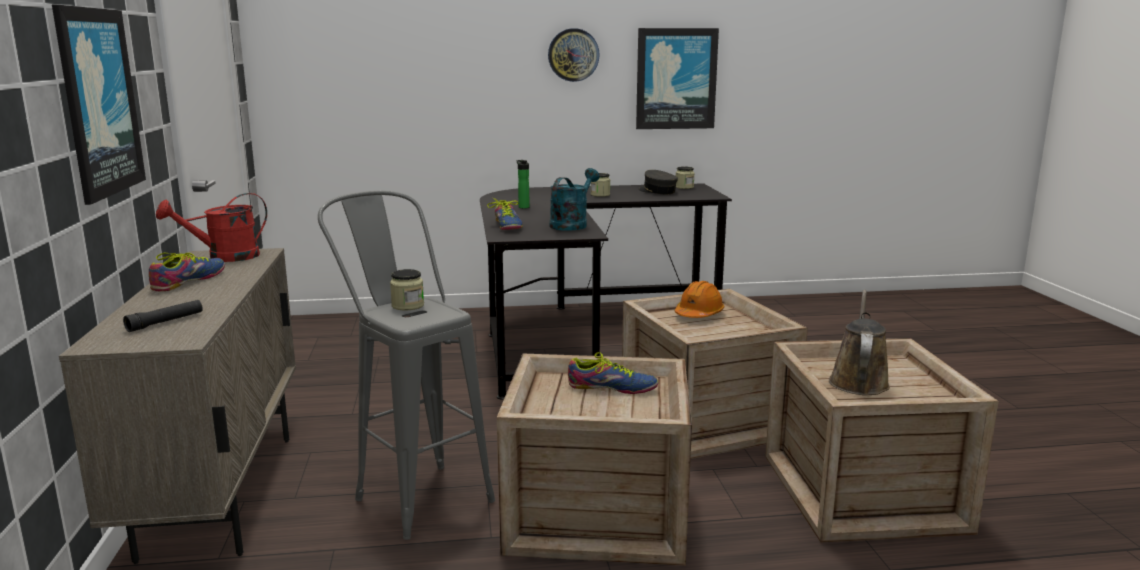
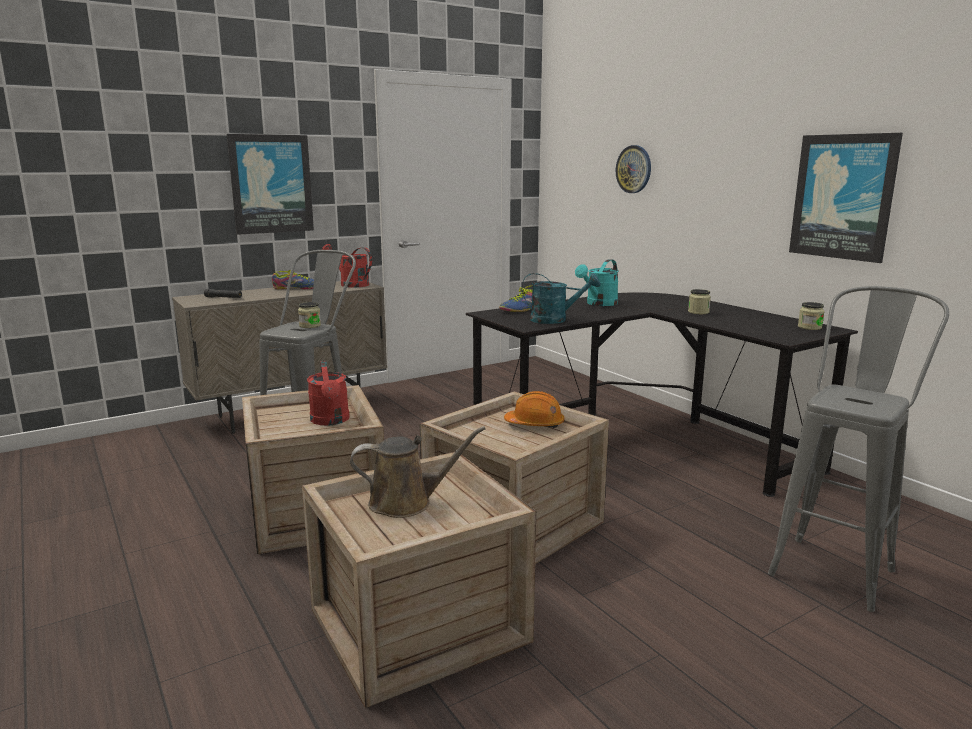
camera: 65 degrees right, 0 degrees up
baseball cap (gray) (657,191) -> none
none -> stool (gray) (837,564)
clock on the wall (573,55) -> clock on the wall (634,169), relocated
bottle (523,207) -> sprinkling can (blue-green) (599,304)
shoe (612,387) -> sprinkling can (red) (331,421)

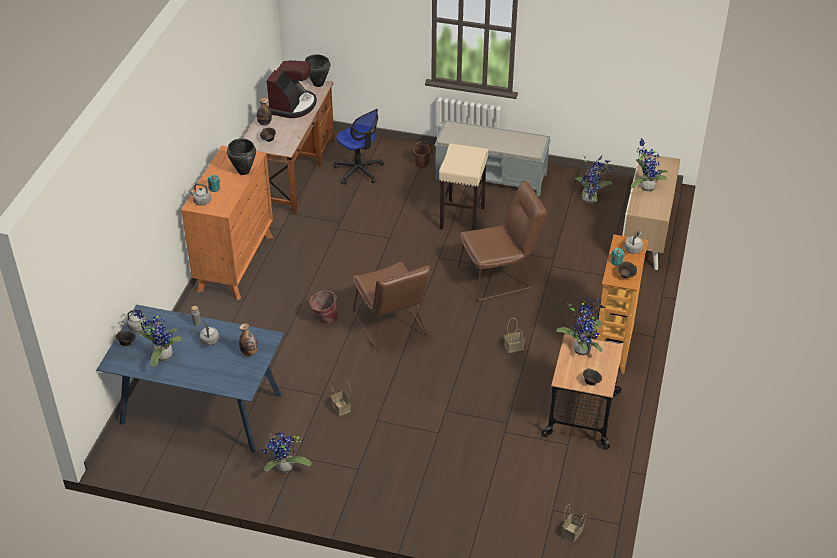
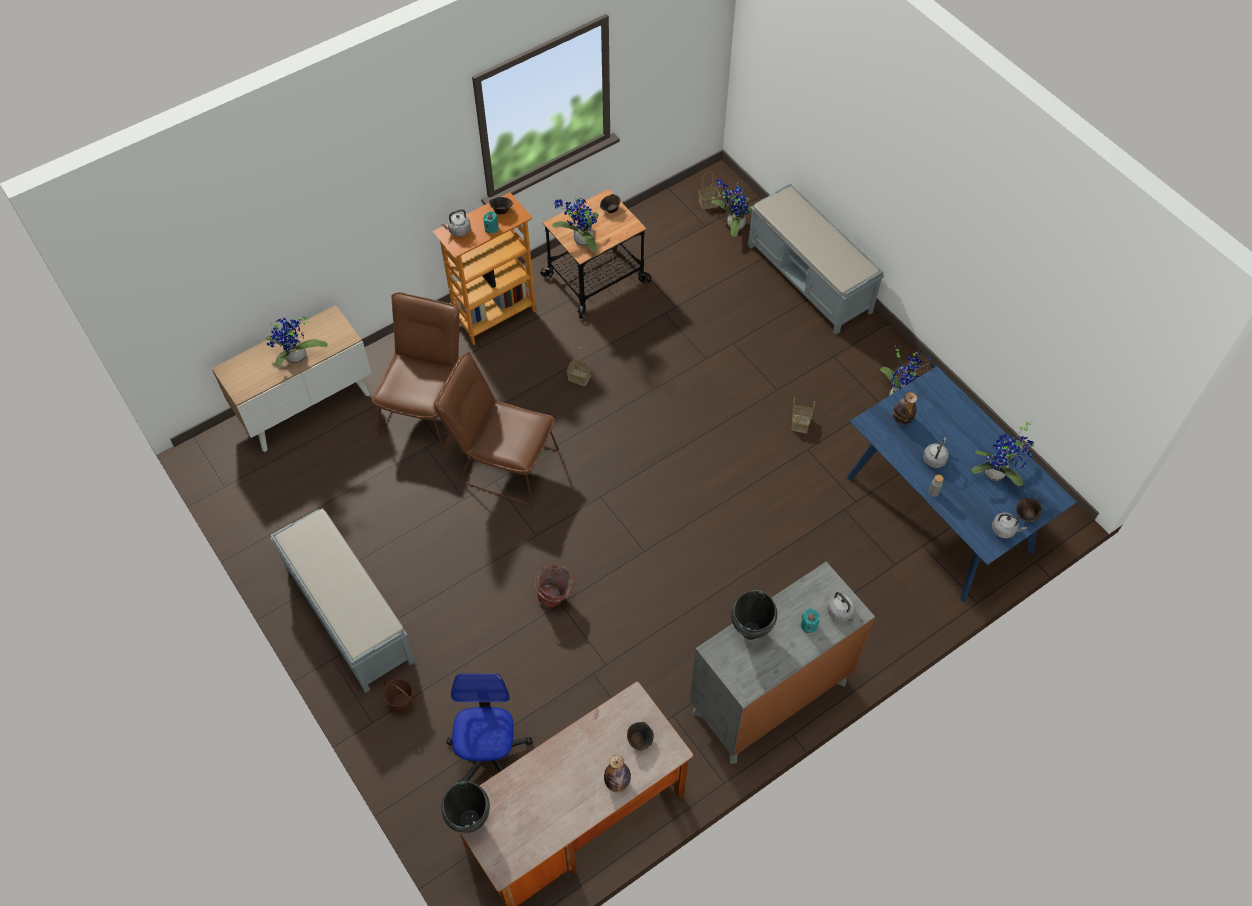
camera: 140 degrees left, 15 degrees up
coffee brewer (293,105) -> none
stool (beige) (462,218) -> none
none -> indoor bench (gray) (810,279)
water bucket (324,319) -> water bucket (555,599), relocated
plain chair (brown-coloured) (392,327) -> plain chair (brown-coloured) (428,407), relocated
plant in a pot (590,199) -> plant in a pot (733,225), relocated
chest of drawers (orange-coloured) (235,263) -> chest of drawers (gray) (769,697)

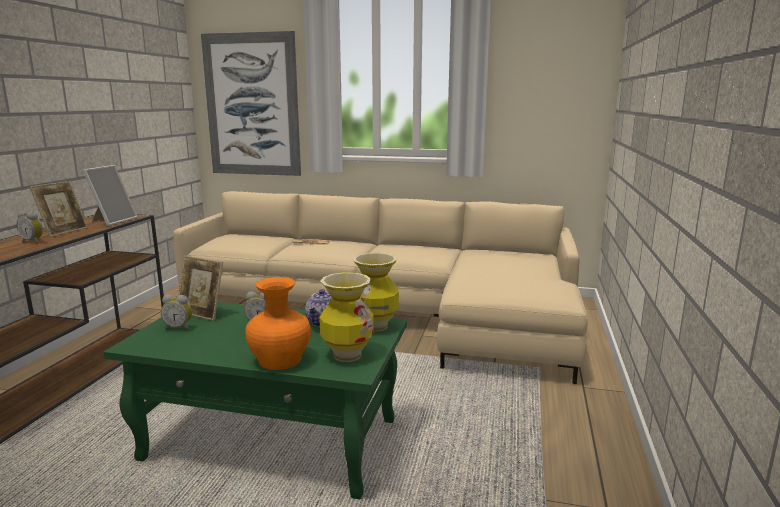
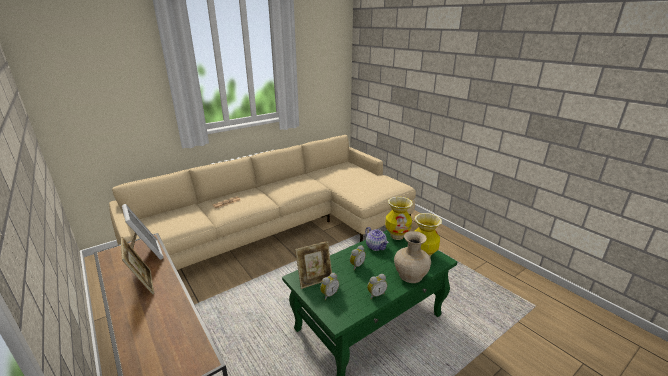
camera: 50 degrees left, 10 degrees up
wall picture (252,105) -> none
alarm clock (34,241) -> alarm clock (376,294), relocated
flower vase (orange-coloured) (281,360) -> flower vase (beige) (410,275)

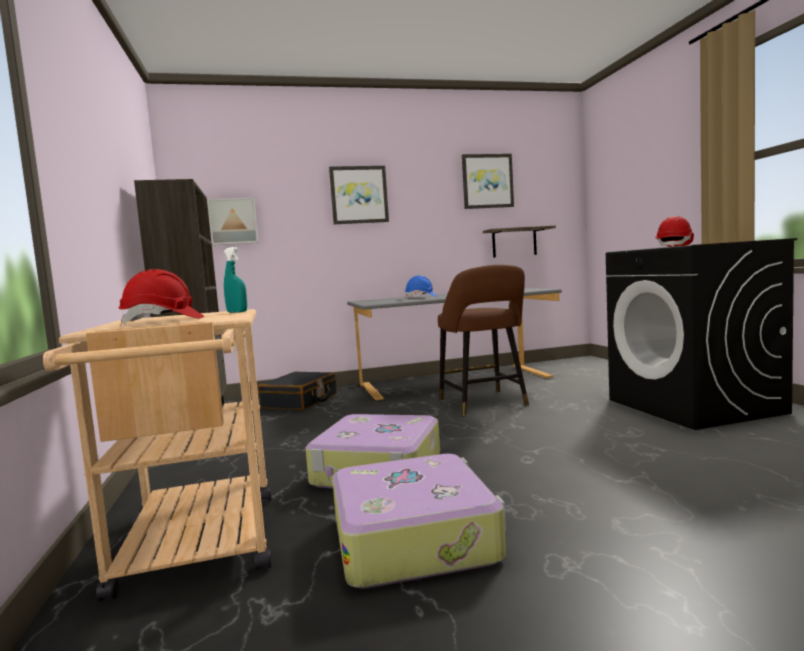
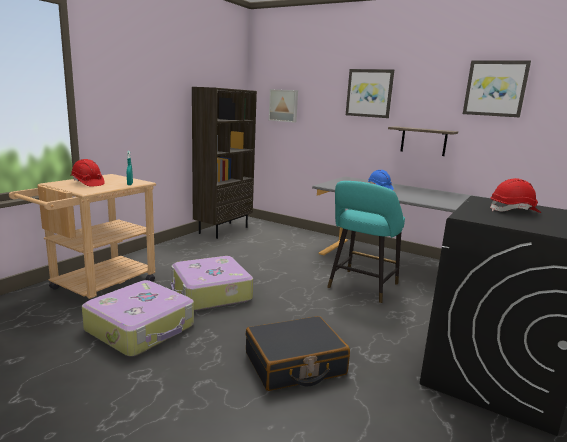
camera: 45 degrees right, 10 degrees up
piece of luggage (blackish) (300,401) -> piece of luggage (blackish) (295,364), relocated
shelf (514,242) -> shelf (423,141), relocated
stool (brown-coloured) (484,404) -> stool (blue-green) (361,287)

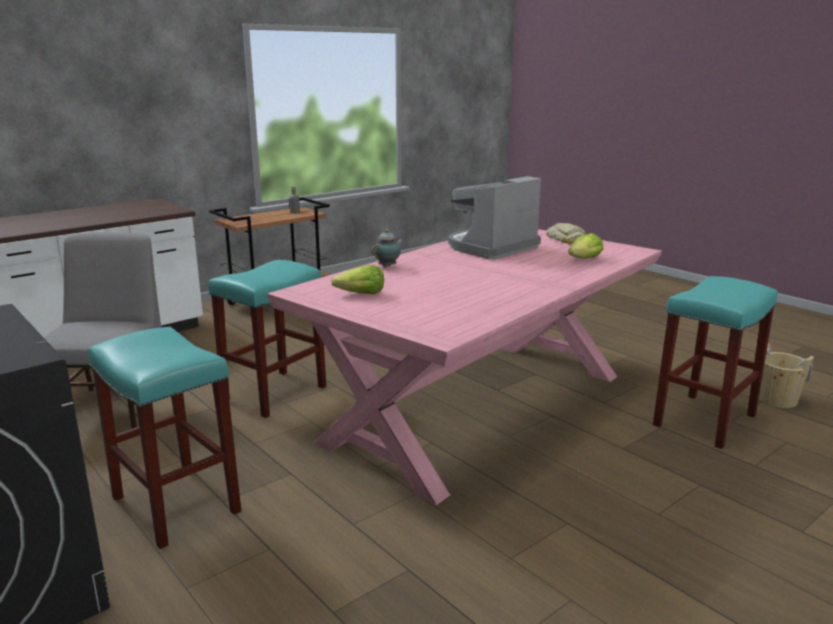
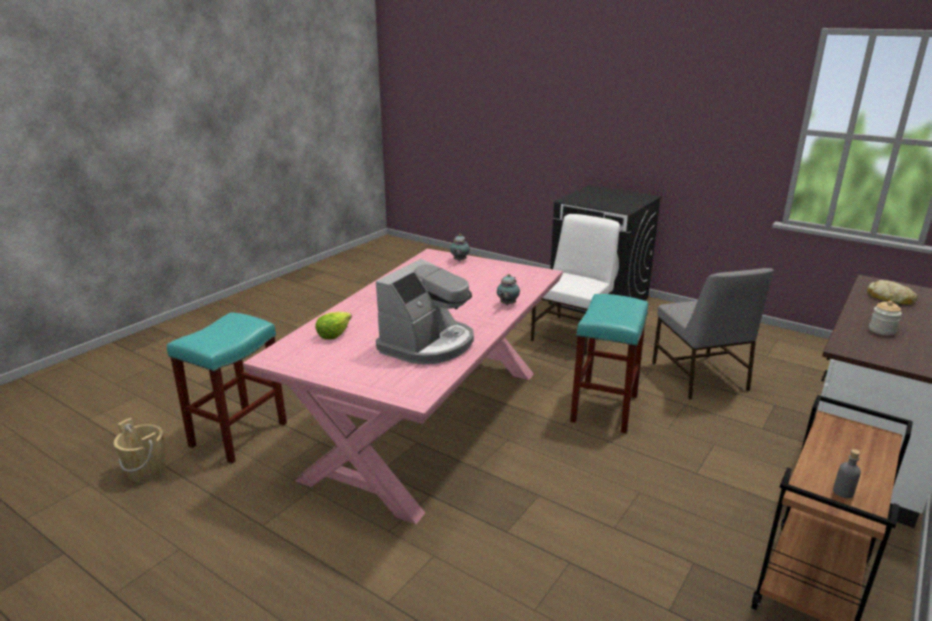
camera: 165 degrees right, 5 degrees up
lettuce (361,294) -> none
none -> pot for tea (459,260)
none -> jar (882,330)
bread (565,239) -> bread (890,298), relocated
stool (blue-green) (174,504) -> plain chair (white) (572,334)

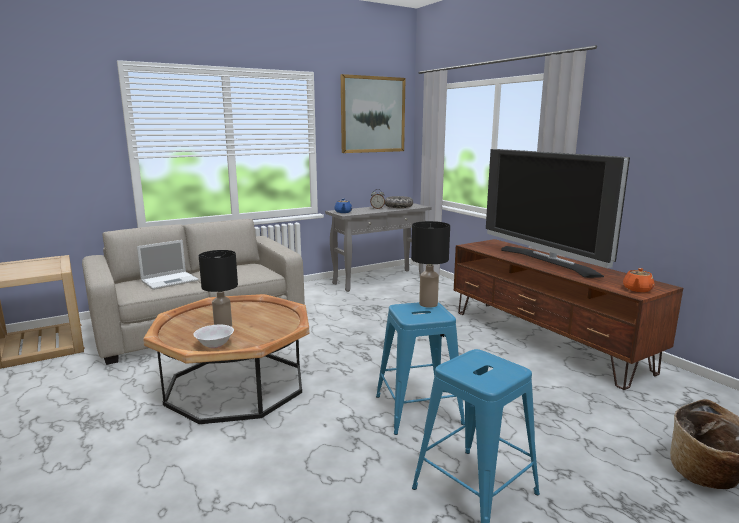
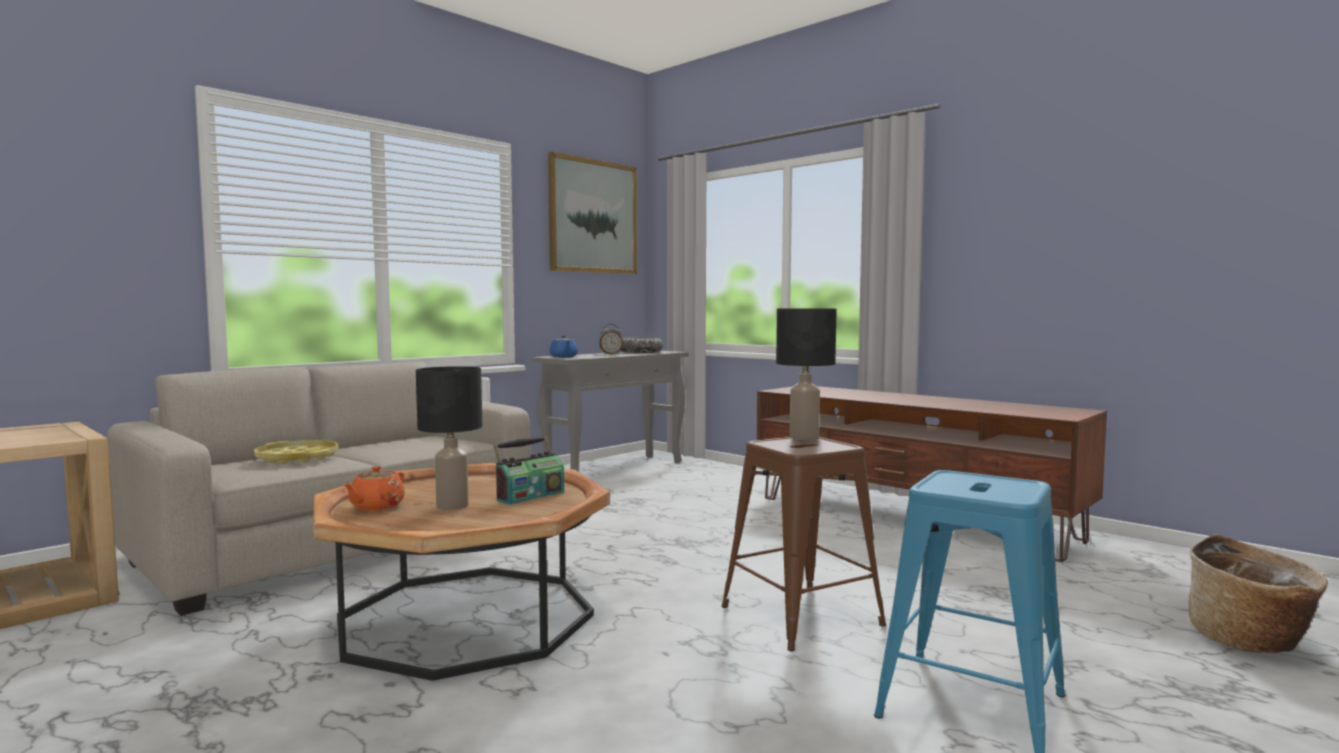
camera: 15 degrees left, 10 degrees down
serving bowl (white) (215,345) -> none
television (547,261) -> none
none -> radio set (530,496)
pot for tea (orange-coloured) (637,289) -> pot for tea (orange-coloured) (376,507), relocated
notebook computer (170,280) -> serving tray (yellowish) (297,458)
stool (blue) (418,409) -> stool (brown-coloured) (801,615)

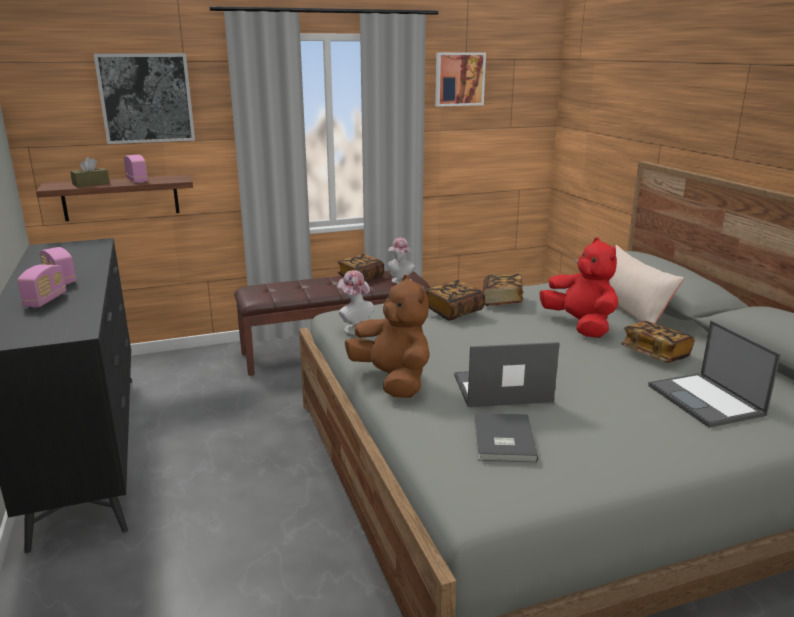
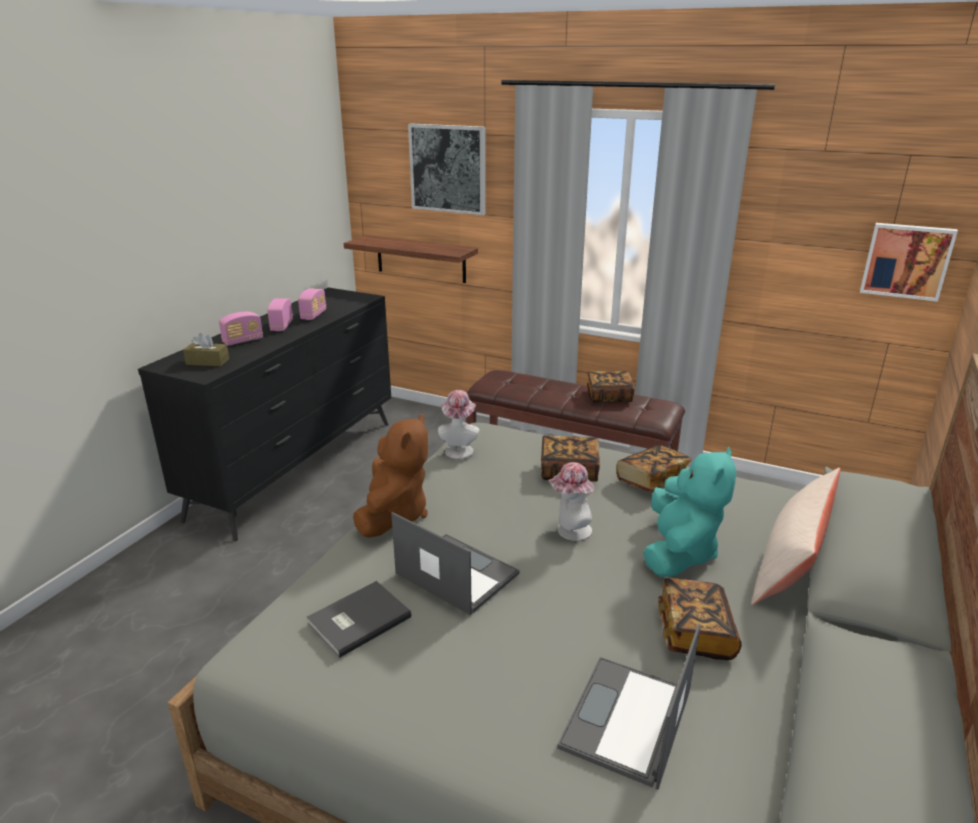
camera: 45 degrees right, 5 degrees up
tissue box (brown-coloured) (91,184) -> tissue box (brown-coloured) (207,362), relocated
radio set (137,180) -> radio set (313,315), relocated
wearable hat (400,281) -> wearable hat (570,531), relocated
wall picture (459,79) -> wall picture (906,261), relocated
cuddly toy (red) (580,326) -> cuddly toy (blue-green) (679,552)

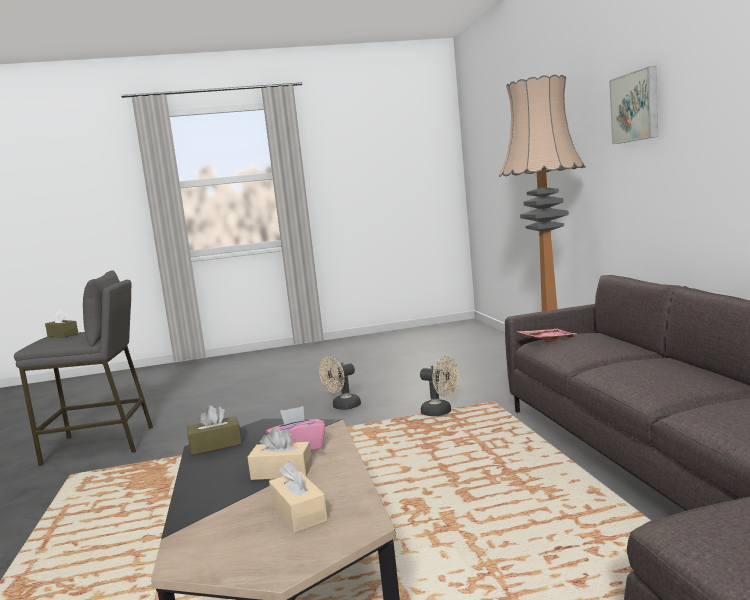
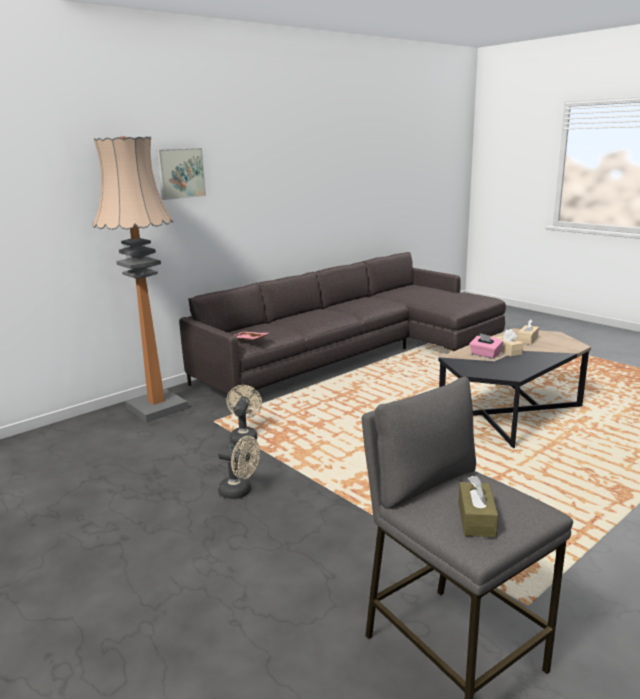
camera: 120 degrees left, 10 degrees up
tissue box (brown-coloured) (215,445) -> none

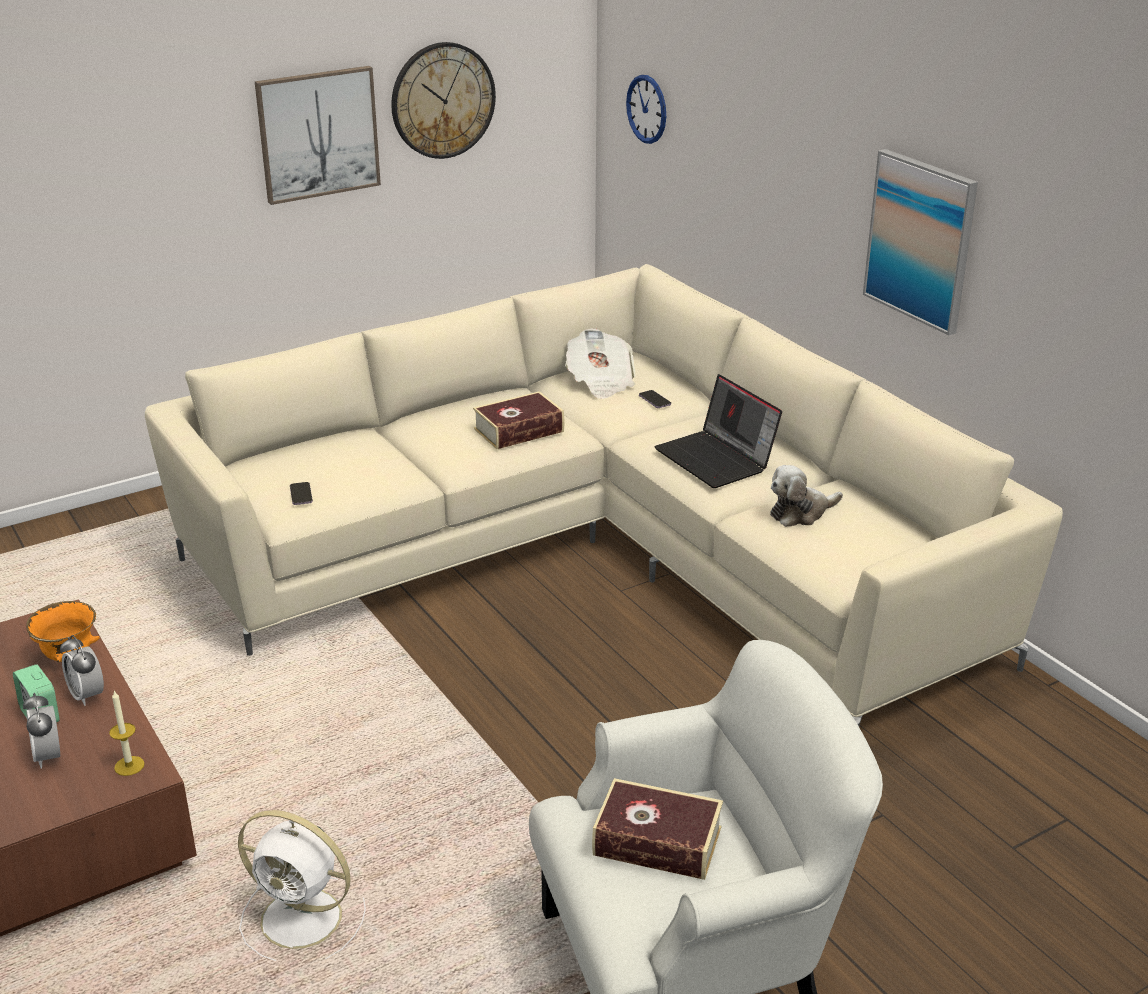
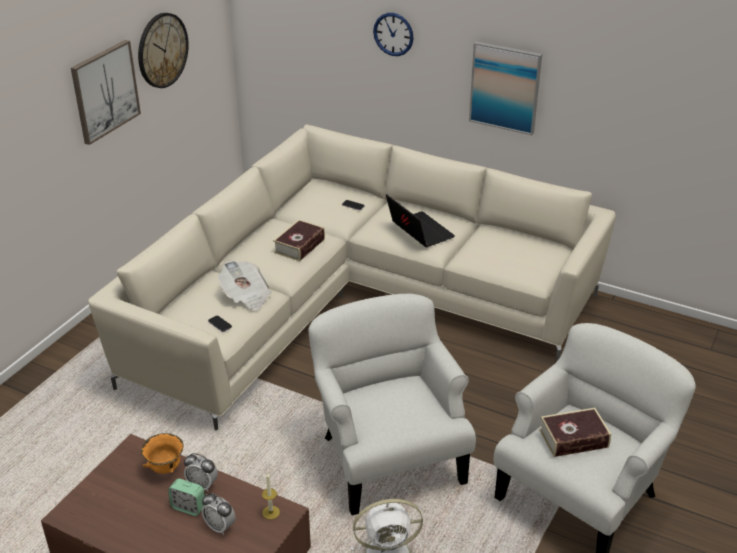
camera: 30 degrees left, 5 degrees up
cuddly toy (800,513) -> none
none -> lounge chair (white) (388,457)
printed paper (600,382) -> printed paper (246,296), relocated
clock on the wall (647,109) -> clock on the wall (393,34), relocated
notebook computer (717,459) -> notebook computer (418,231), 150 degrees counterclockwise

